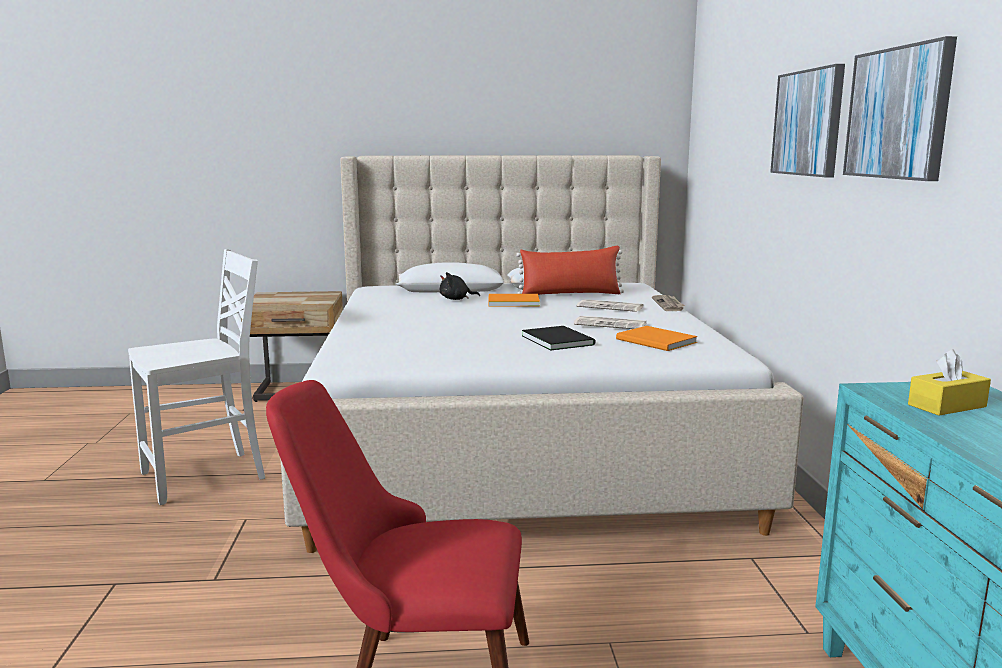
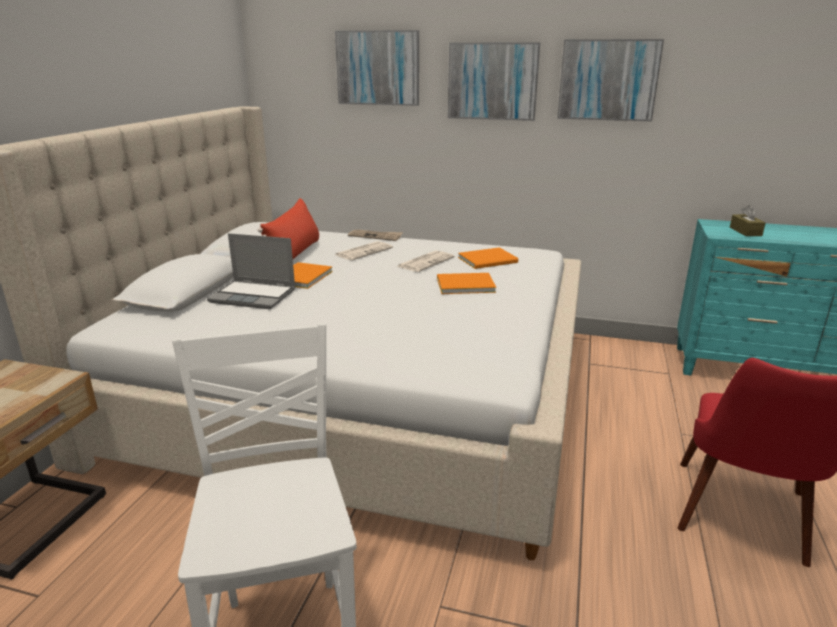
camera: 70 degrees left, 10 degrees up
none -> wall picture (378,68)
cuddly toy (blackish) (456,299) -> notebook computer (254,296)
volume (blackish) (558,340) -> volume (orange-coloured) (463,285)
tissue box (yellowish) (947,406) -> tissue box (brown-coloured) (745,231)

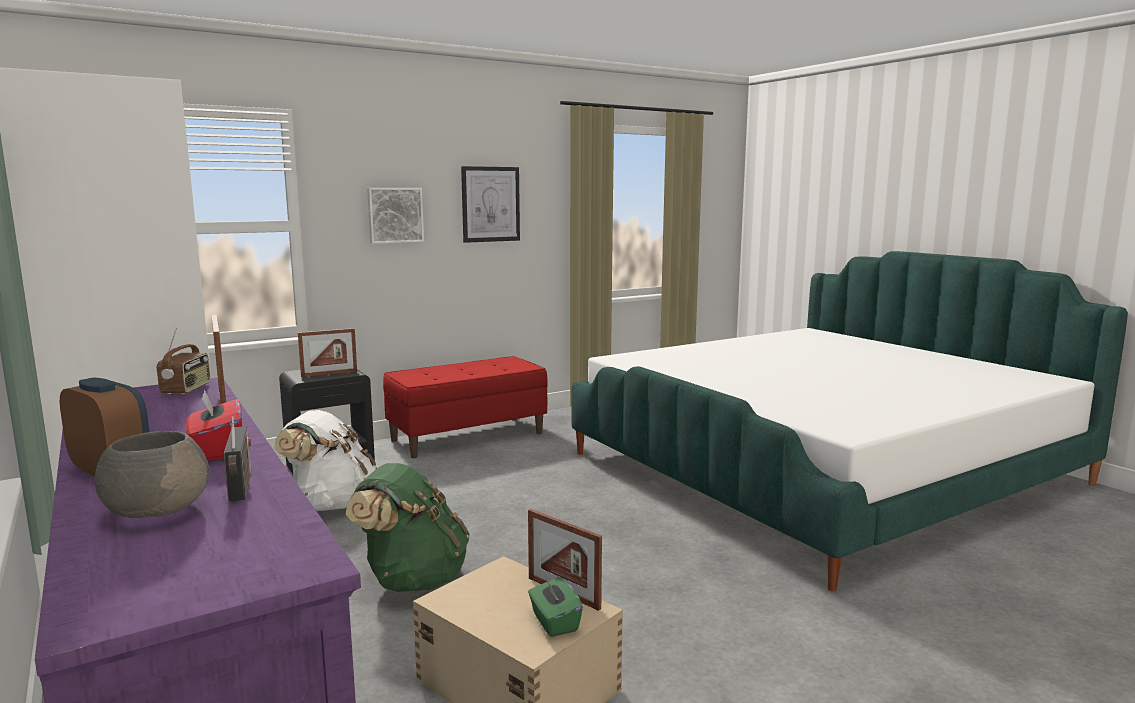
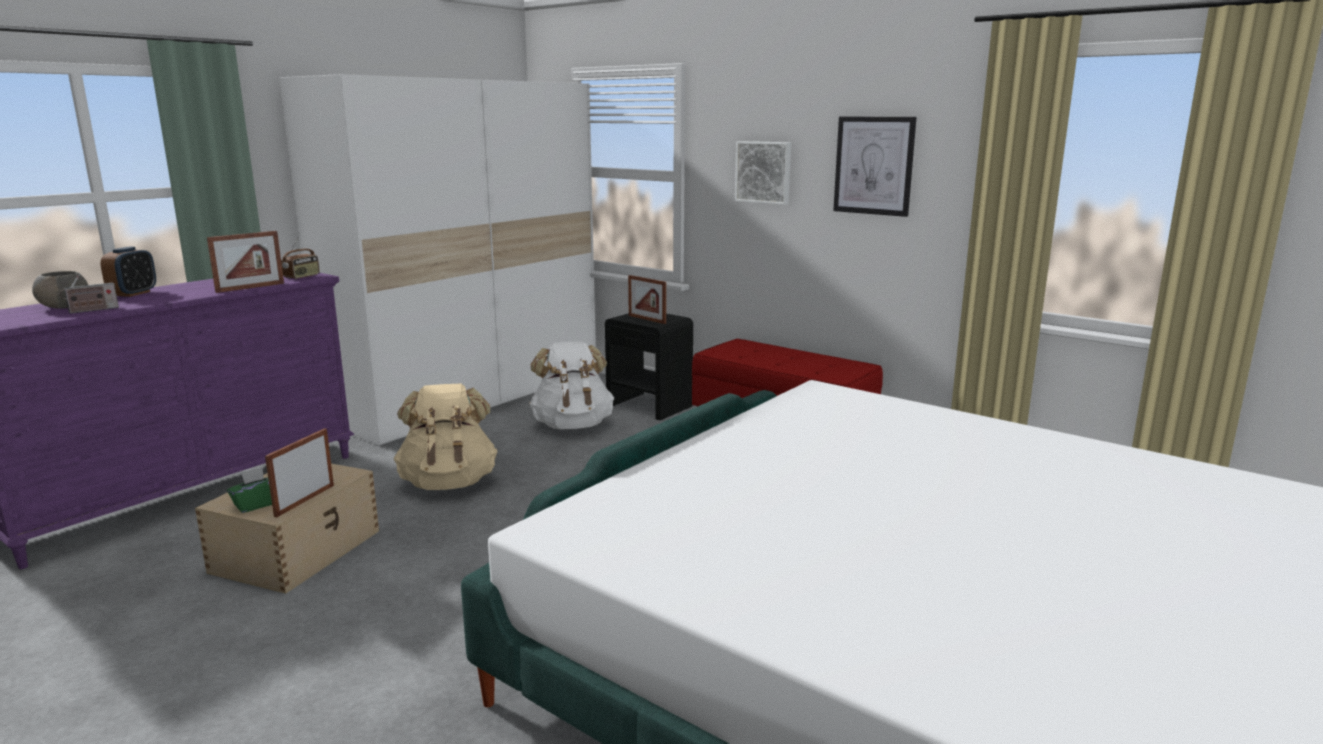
camera: 70 degrees right, 5 degrees up
tissue box (red) (217,450) -> none
rucksack (green) (412,580) -> rucksack (beige) (449,483)
radio set (187,389) -> radio set (302,277), 45 degrees counterclockwise

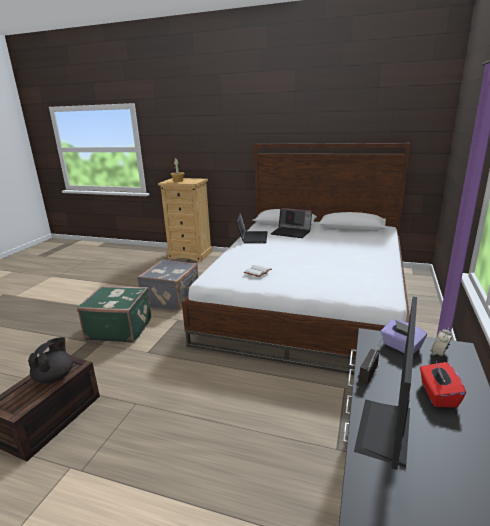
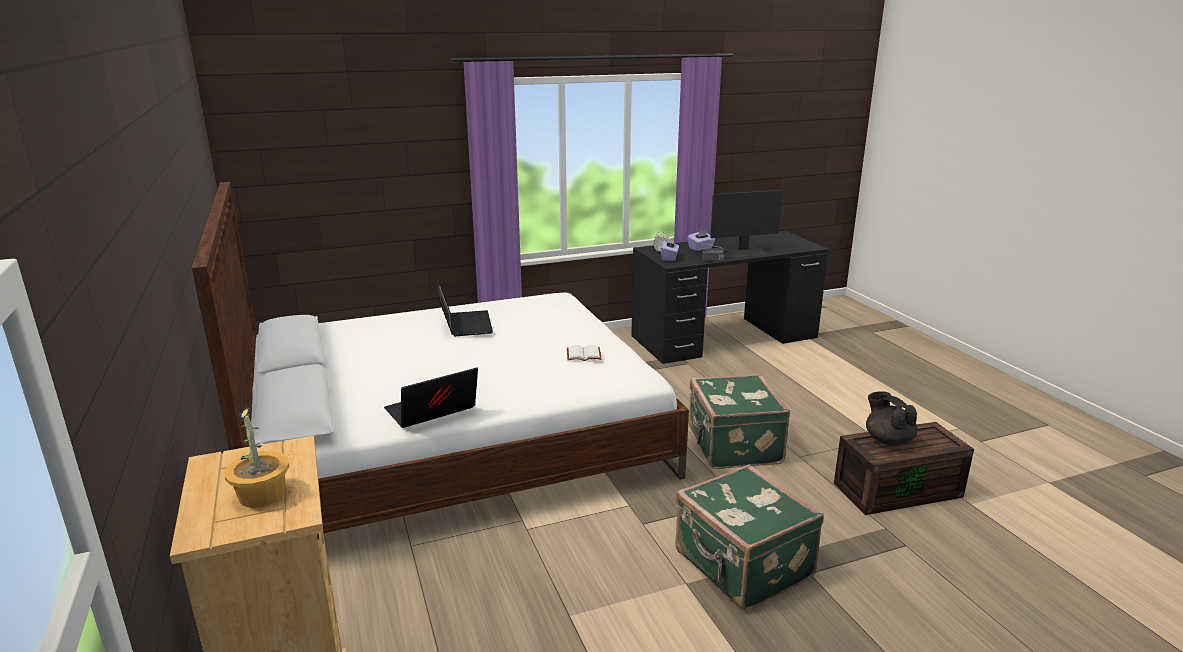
camera: 130 degrees left, 0 degrees up
piece of luggage (gray) (172,299) -> none
none -> piece of luggage (green) (732,446)
notebook computer (292,232) -> notebook computer (464,324), relocated
tissue box (red) (438,395) -> tissue box (purplish) (700,248)
pot for tea (blackish) (55,377) -> pot for tea (blackish) (888,440), 90 degrees clockwise

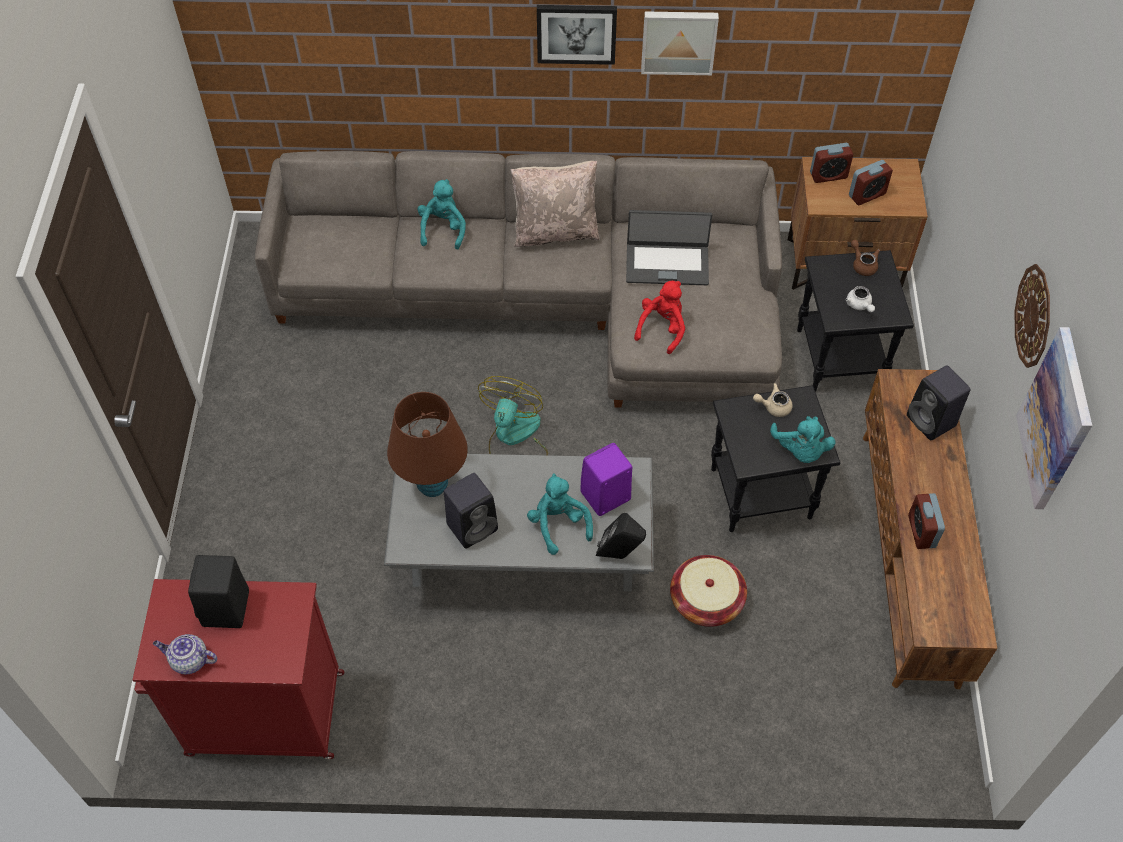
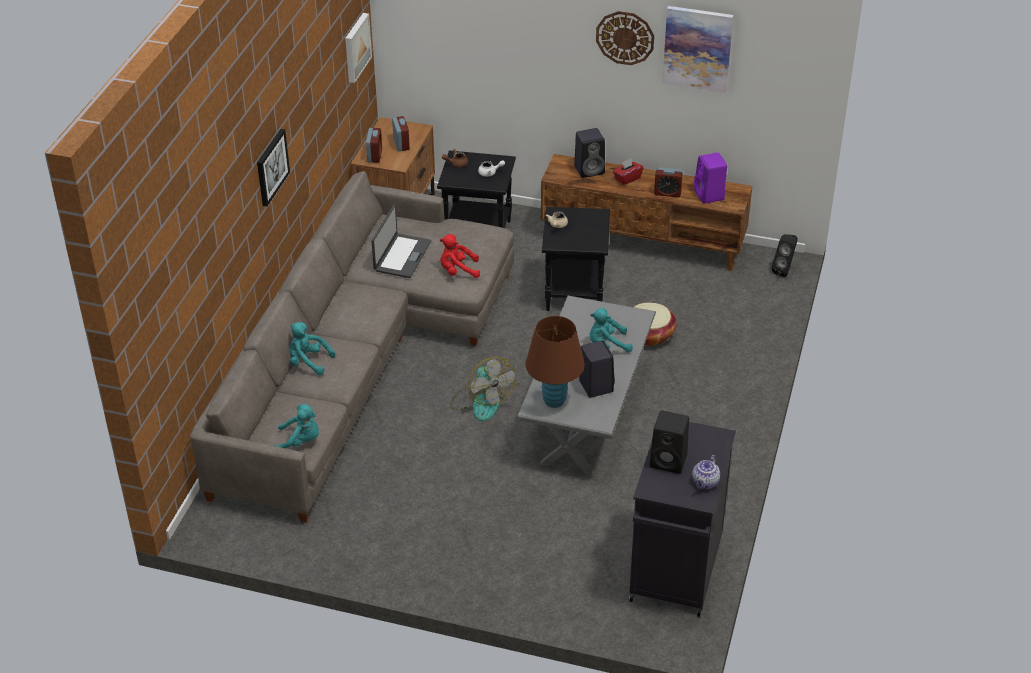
camera: 75 degrees left, 15 degrees down
throw pillow (beige) (555,231) -> none
none -> tissue box (red) (627,178)
loudspeaker (purplish) (604,497) -> loudspeaker (purplish) (709,195), relocated
loudspeaker (blackish) (620,555) -> loudspeaker (blackish) (784,270), relocated
wall picture (678,41) -> wall picture (355,47), relocated
cuddly toy (blue-green) (800,450) -> cuddly toy (blue-green) (300,441), relocated
cabinet (red) (262,714) -> cabinet (blackish) (675,570)
electric fan (514,437) -> electric fan (481,402), 150 degrees counterclockwise
cuddly toy (red) (662,328) -> cuddly toy (red) (458,271), 45 degrees counterclockwise

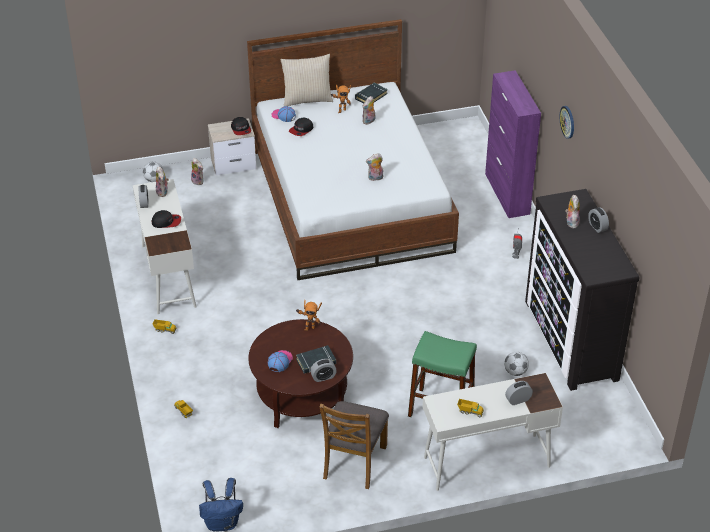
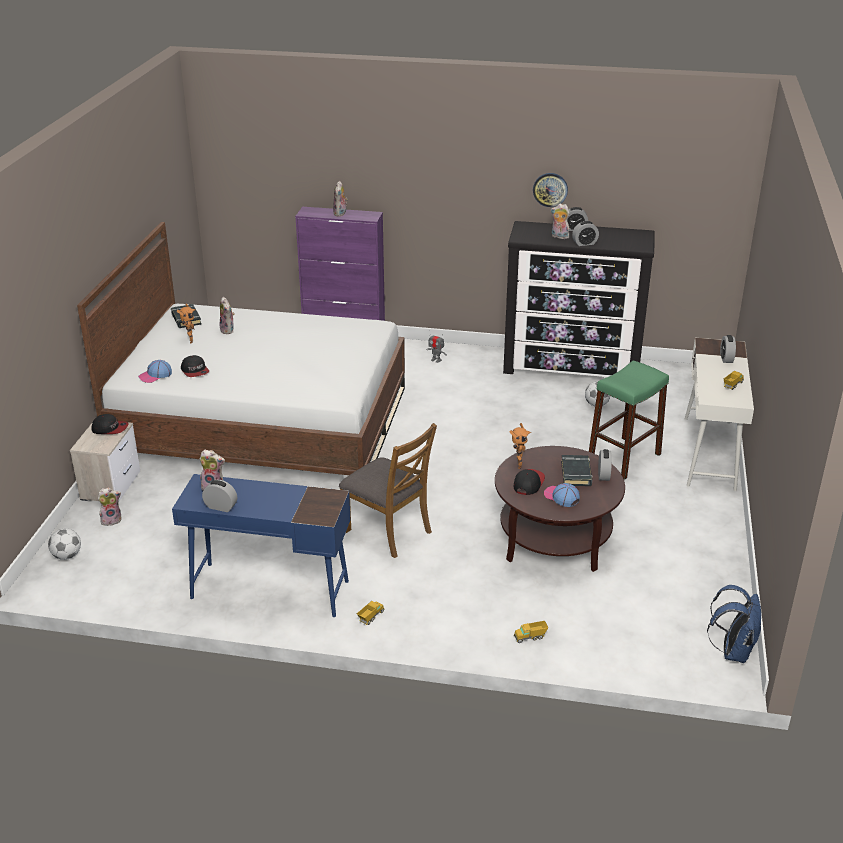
camera: 65 degrees left, 10 degrees down
throw pillow (beige) (307,99) -> none
none -> alarm clock (584,243)
baseball cap (166,222) -> baseball cap (528,483), relocated
plain chair (brown-coloured) (354,462) -> plain chair (brown-coloured) (388,530), relocated
cuddly toy (375,178) -> cuddly toy (340,214), relocated
clock on the wall (567,122) -> clock on the wall (550,189), relocated
desk (white) (168,275) -> desk (blue) (269,589)

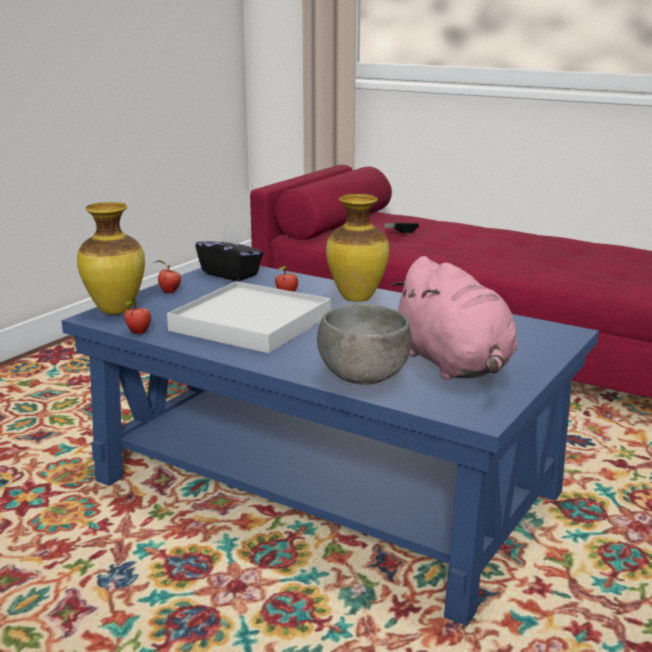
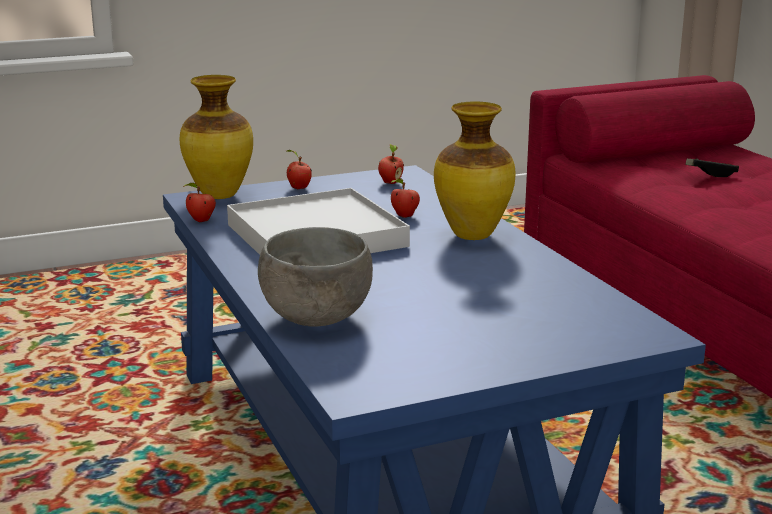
camera: 35 degrees right, 0 degrees up
cuddly toy (pinkish) (454,365) -> none
tissue box (blackish) (230,274) -> whole apple (390,182)

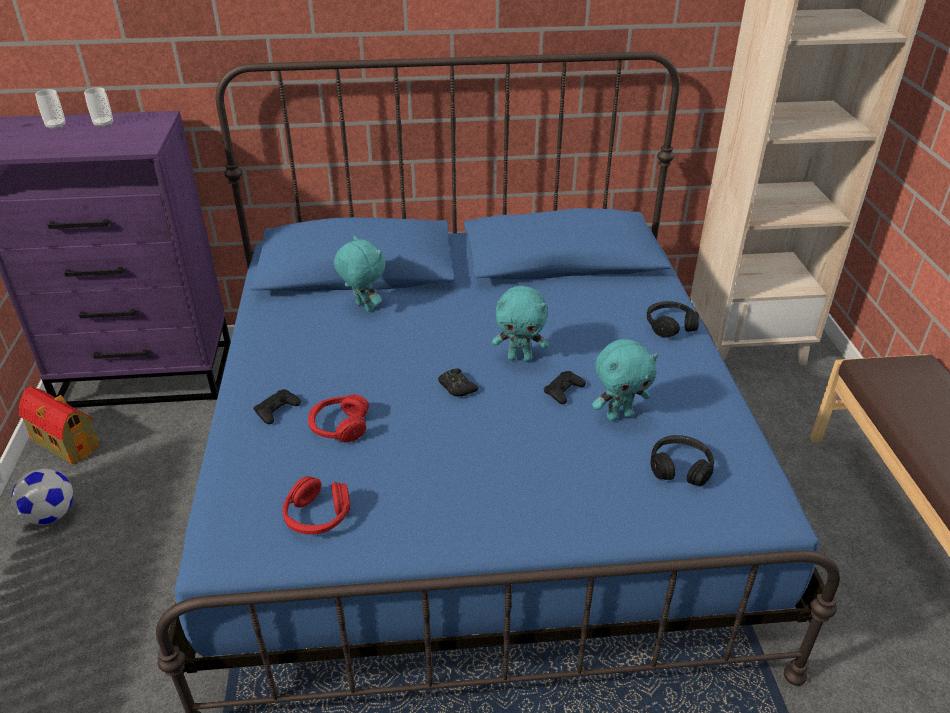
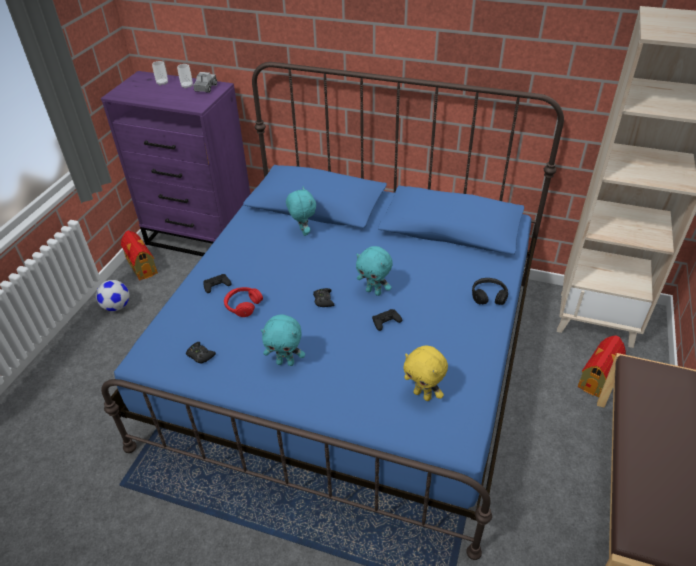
camera: 25 degrees right, 5 degrees up
none -> toy truck (206,88)
none -> toy house (598,377)
cuddly toy (blue-green) (619,415) -> cuddly toy (blue-green) (286,362), relocated
headset (red) (317,516) -> gamepad (blackish) (200,355)
headset (blackish) (680,468) -> cuddly toy (yellowish) (423,395)

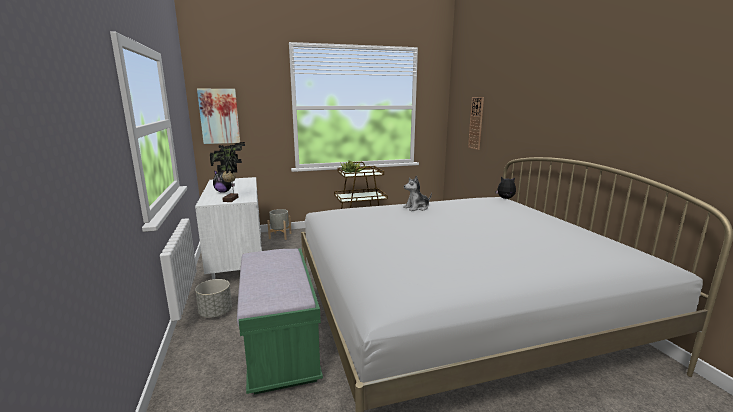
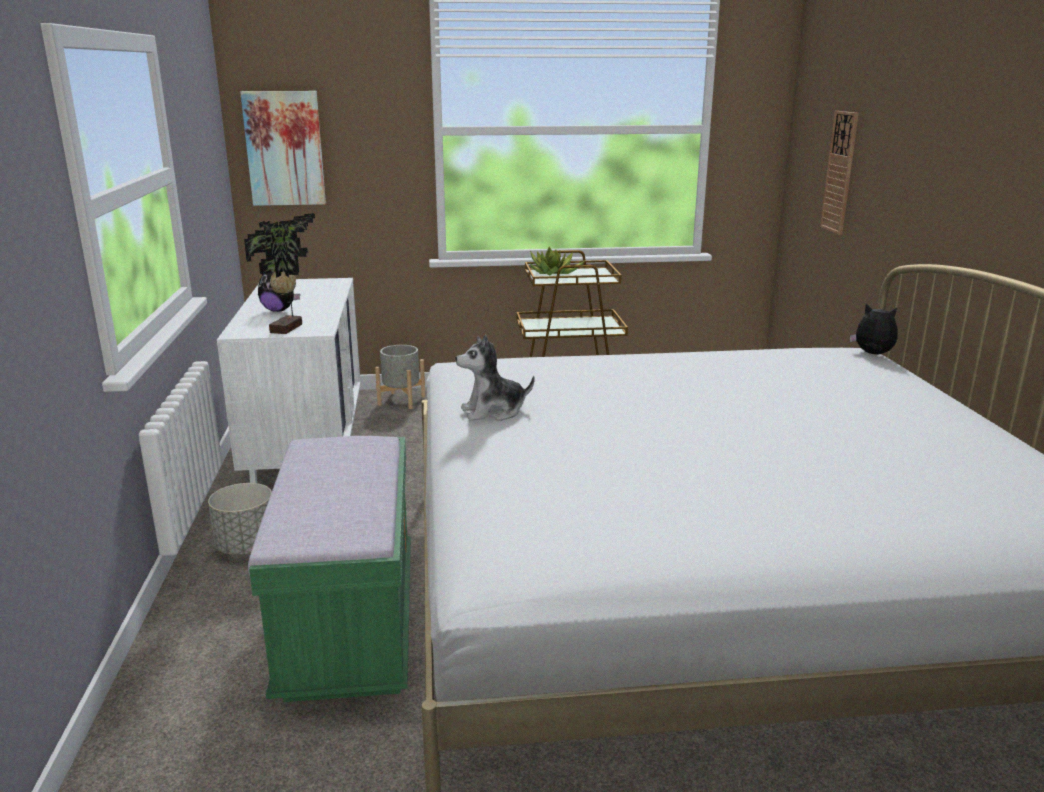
camera: 10 degrees right, 5 degrees up
cuddly toy (417,208) -> cuddly toy (493,411), relocated

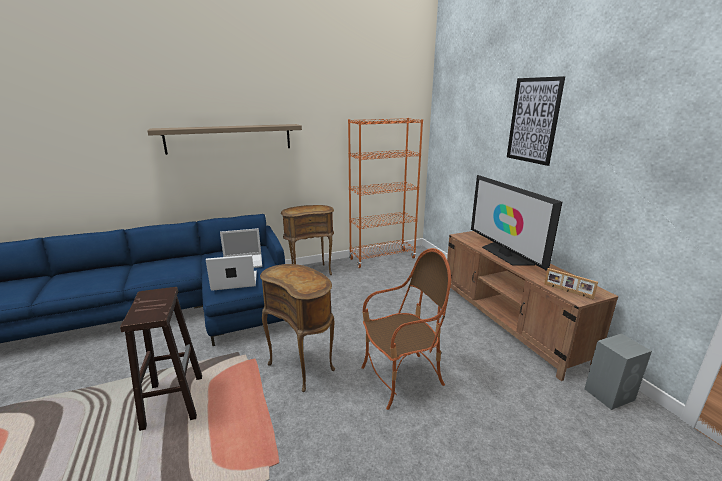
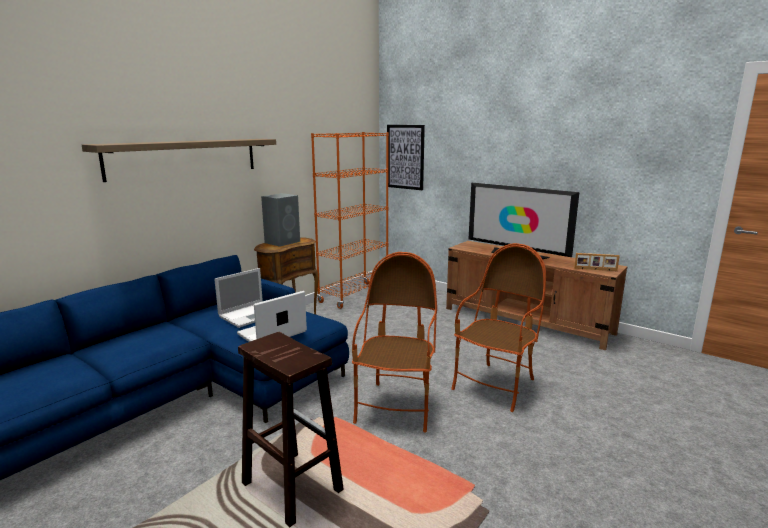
camera: 30 degrees left, 5 degrees down
wall picture (533,120) -> wall picture (405,157), relocated
loudspeaker (gray) (610,394) -> loudspeaker (gray) (283,242), relocated
side table (brown-coloured) (303,367) -> lounge chair (396,407)

